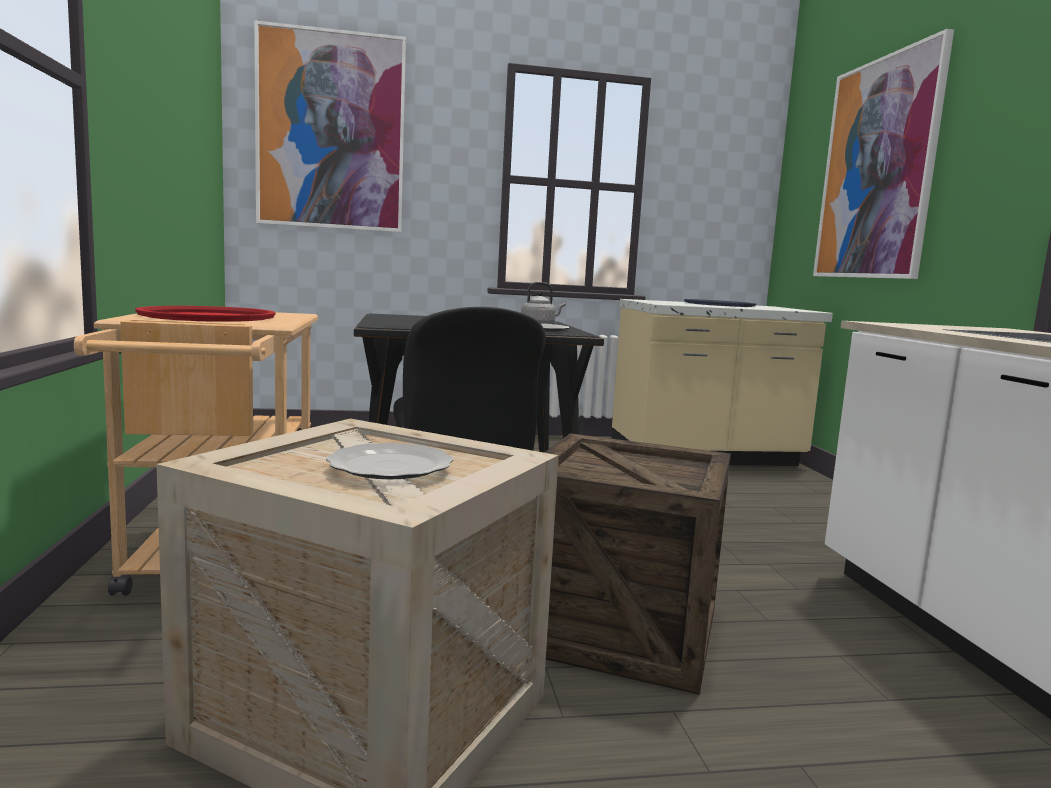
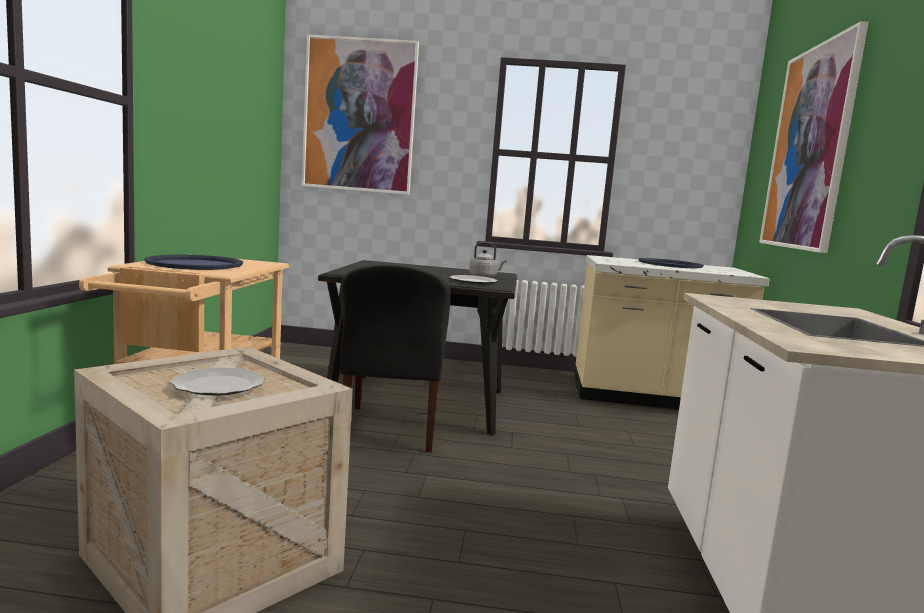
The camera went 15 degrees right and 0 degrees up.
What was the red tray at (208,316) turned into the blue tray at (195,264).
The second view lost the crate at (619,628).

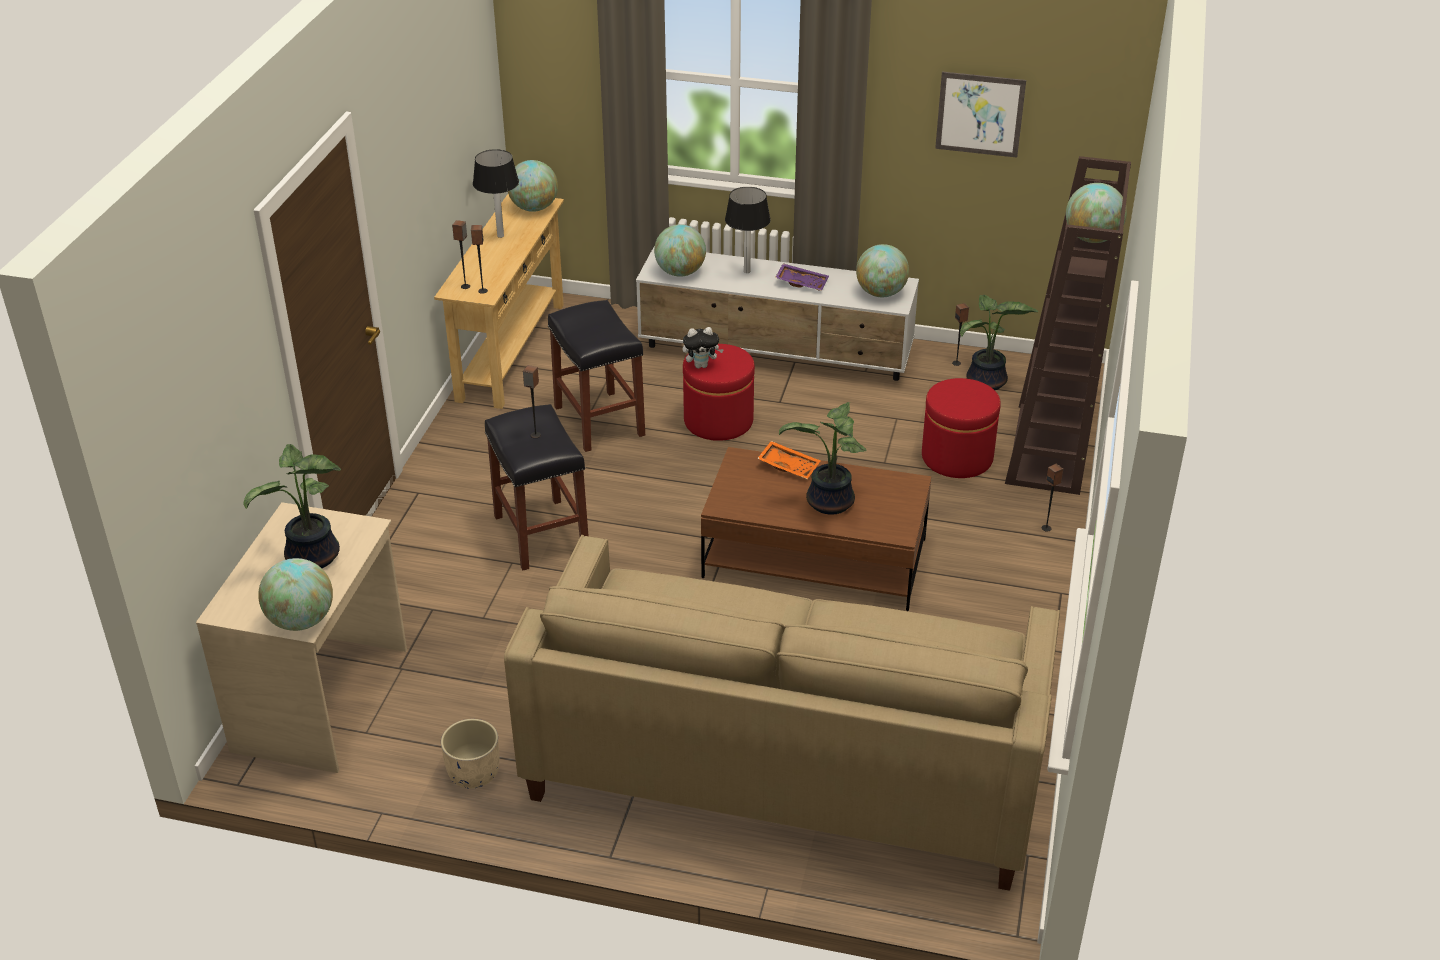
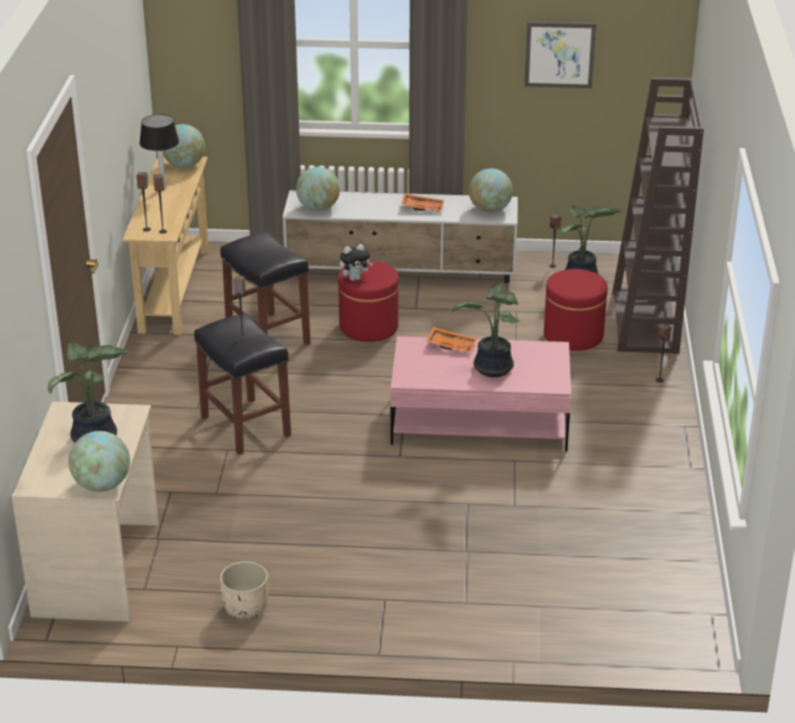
The camera went 10 degrees left and 5 degrees down.
The second view lost the beige sofa at (787,761).
What was the brown coffee table at (814,558) turned into the pink coffee table at (479,421).
The second view lost the table lamp at (747,271).
What was the purple tray at (802,282) turned into the orange tray at (422,207).
The second view lost the globe at (1092,239).

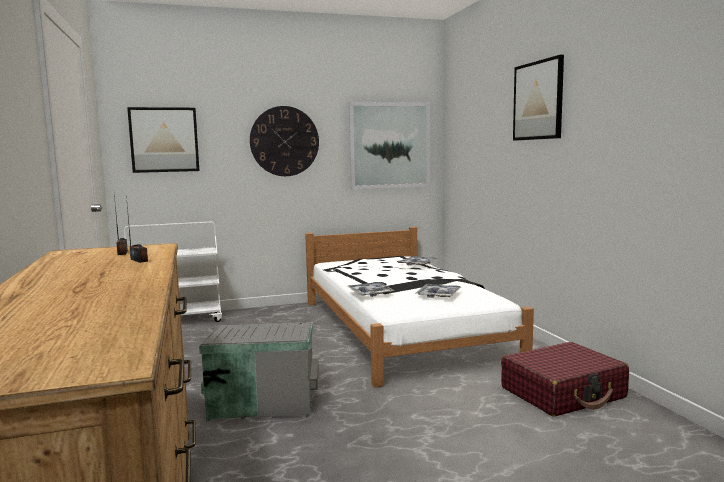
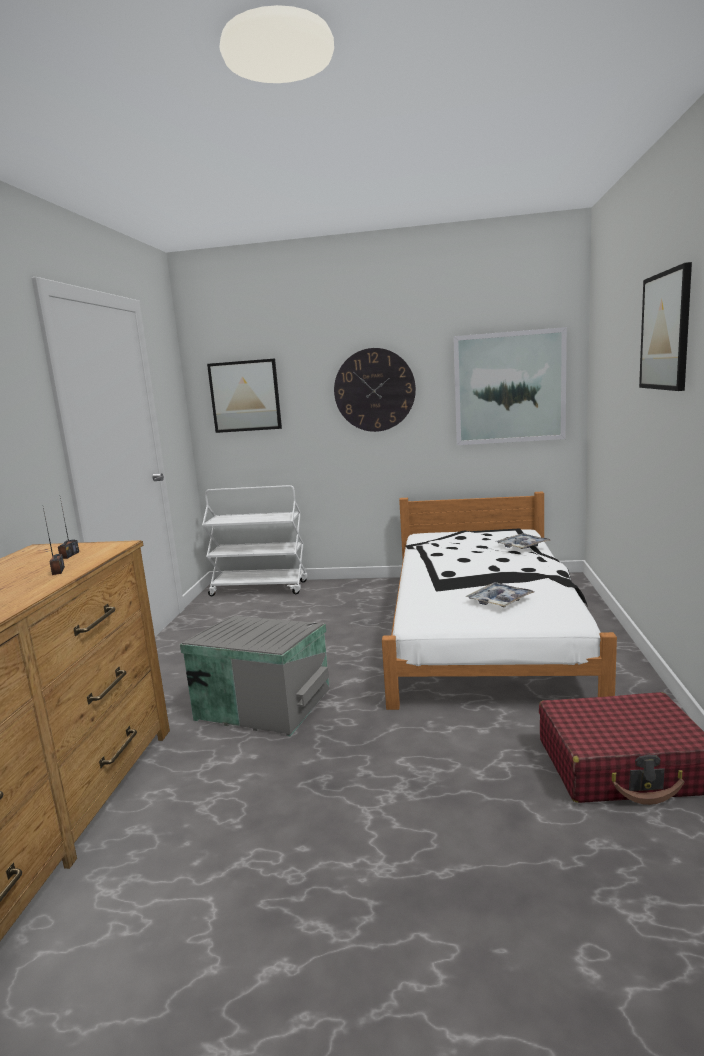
The camera went 25 degrees right and 5 degrees up.
The second view lost the tray at (370,293).

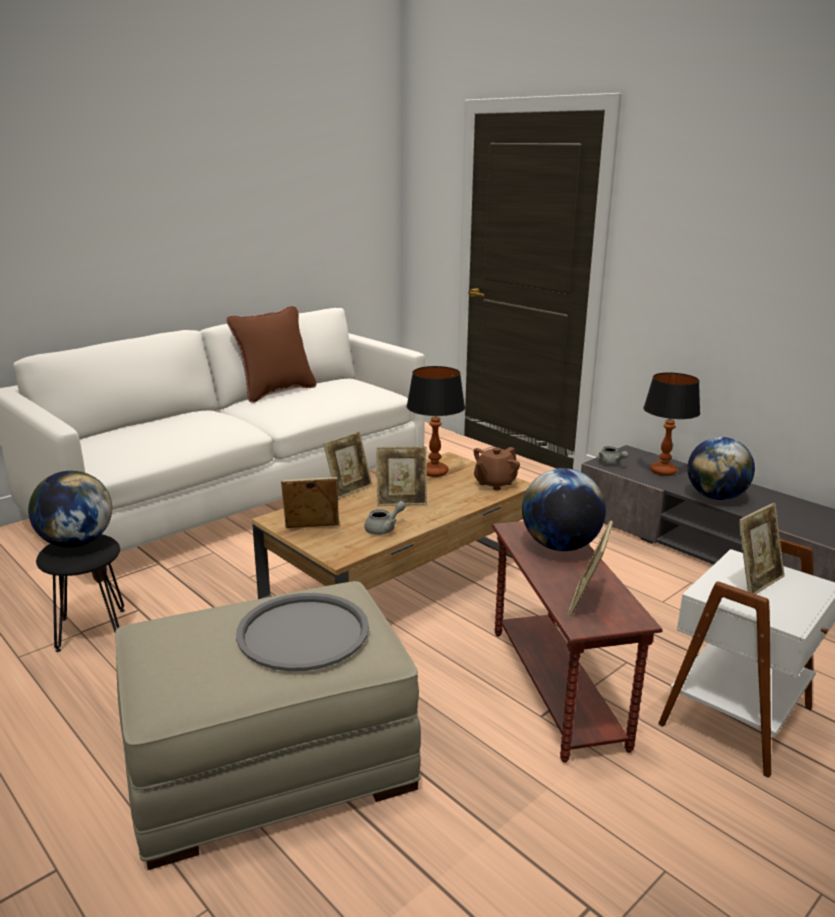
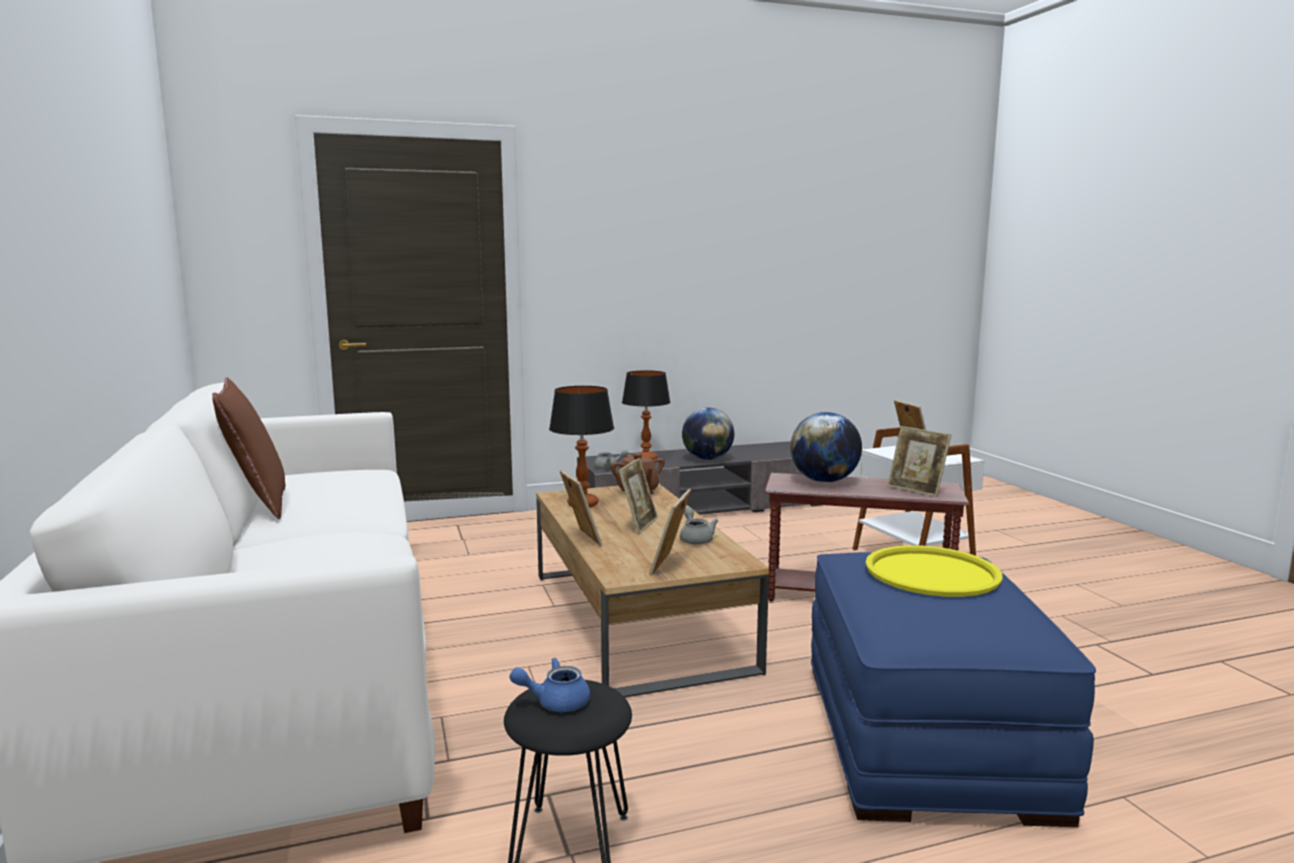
The camera went 65 degrees left and 10 degrees down.
Where the globe stood at (76,543), the blue teapot came to stand at (555,702).
What was the beige ottoman at (271,762) turned into the blue ottoman at (923,736).
What was the grey tray at (303,632) turned into the yellow tray at (931,573).

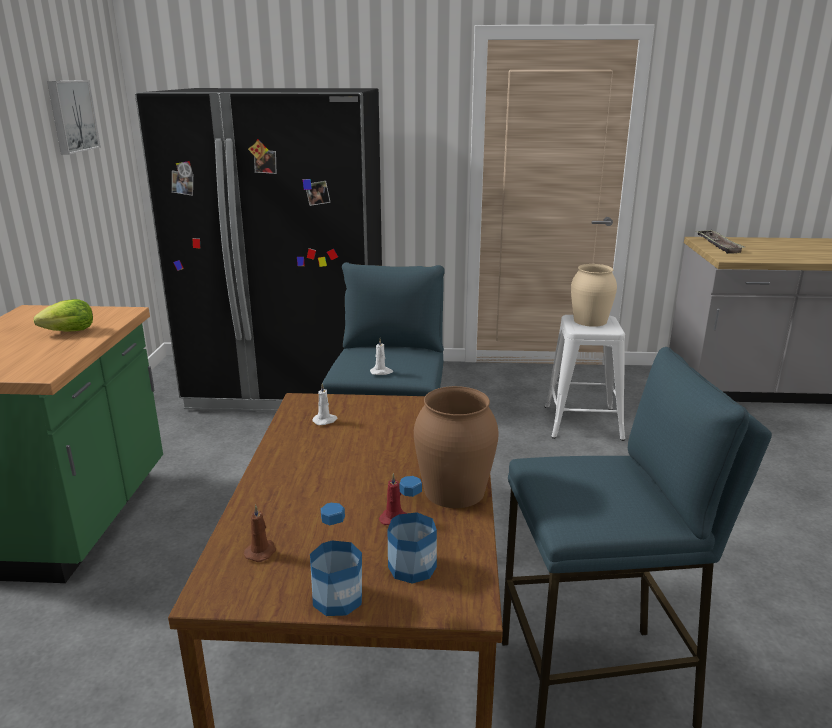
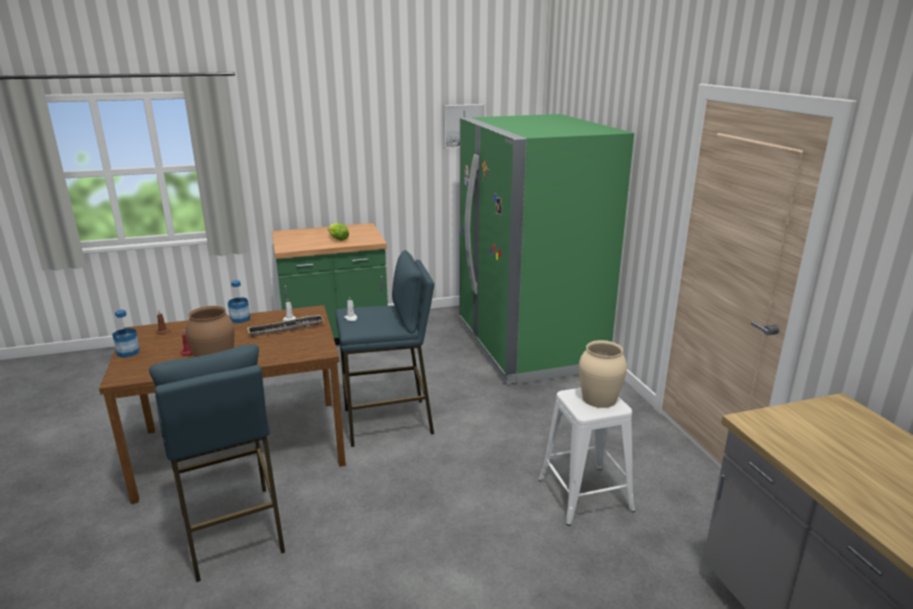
The camera went 70 degrees right and 0 degrees up.
What was the black fridge at (290,385) turned into the green fridge at (528,346).
The bottle ended up elsewhere, having gone from (412,567) to (240,319).
The tray ended up elsewhere, having gone from (718,245) to (286,329).

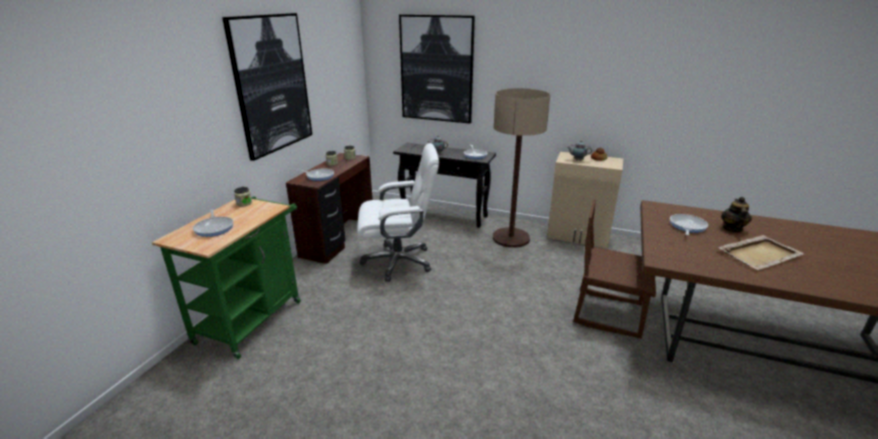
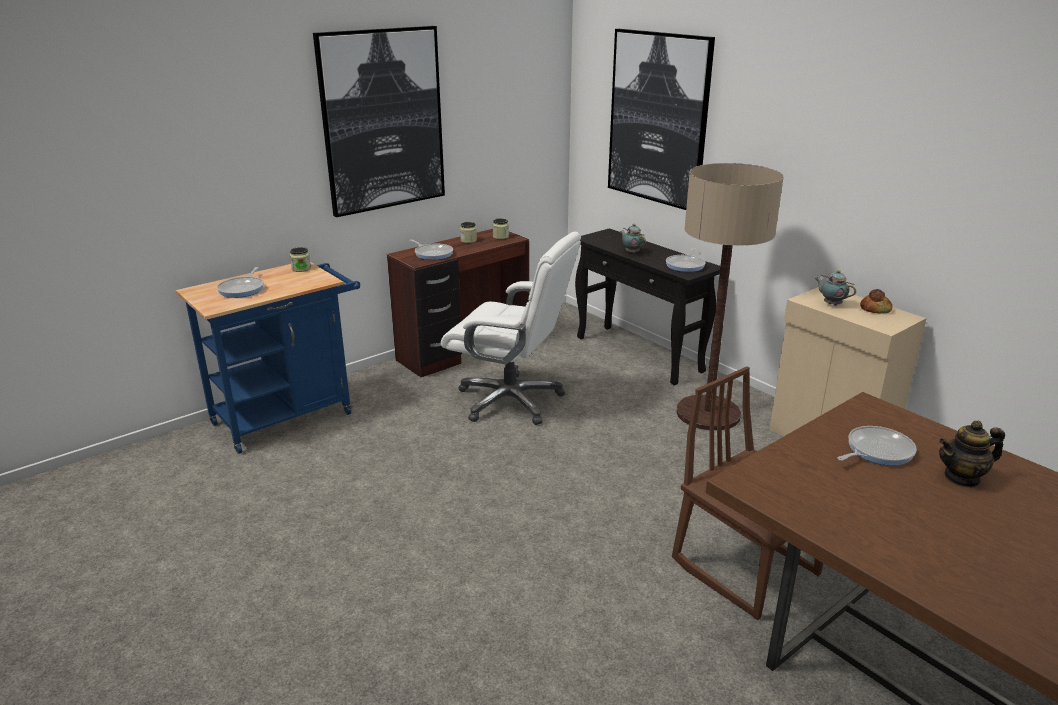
The camera went 30 degrees right and 0 degrees up.
What was the green cart at (254,317) turned into the blue cart at (290,415).
The second view lost the beige tray at (760,254).
The teapot at (732,229) ended up facing another way, 150 degrees counterclockwise from before.

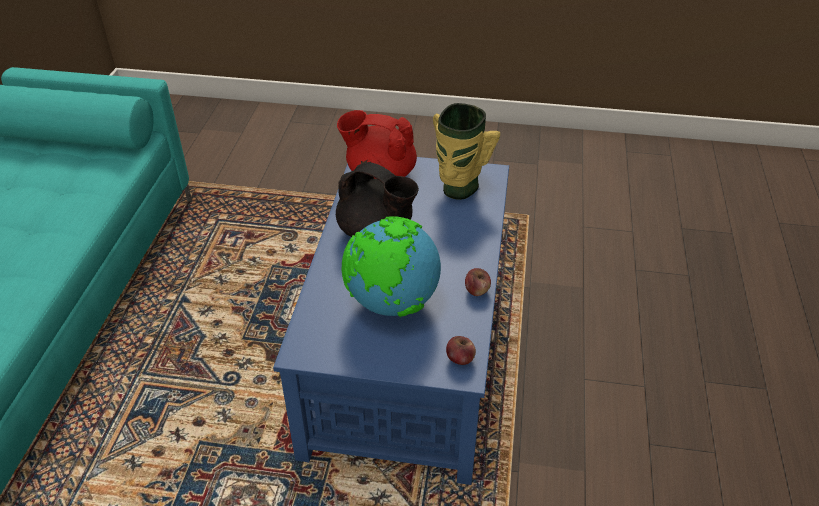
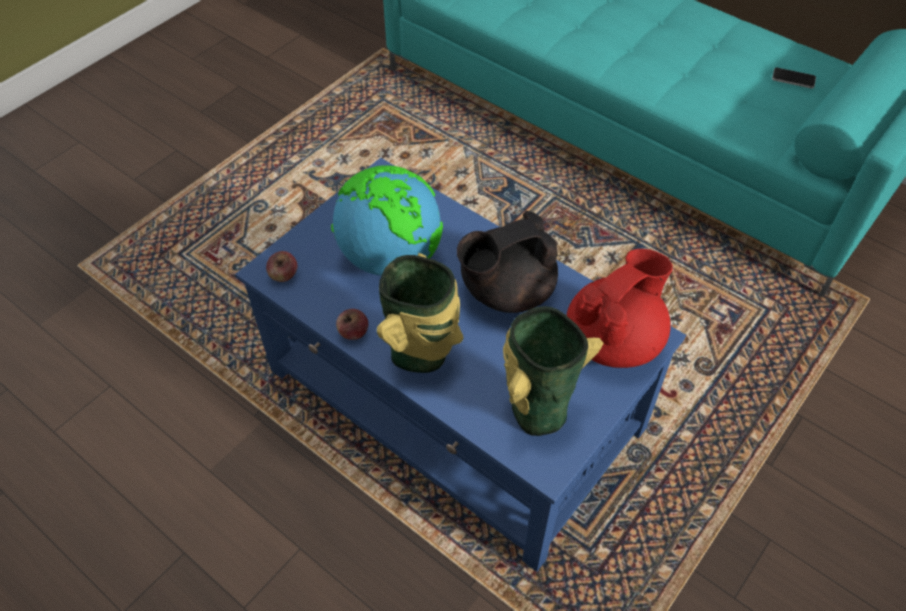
The camera went 120 degrees right and 10 degrees up.
The second view gained the vase at (422,355).
The second view gained the phone at (793,78).

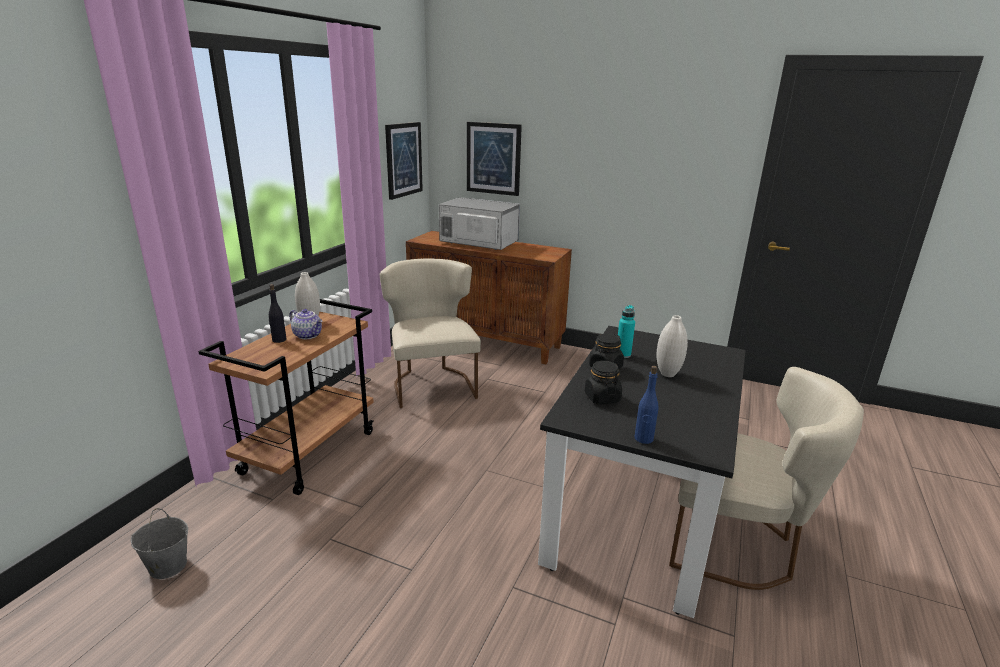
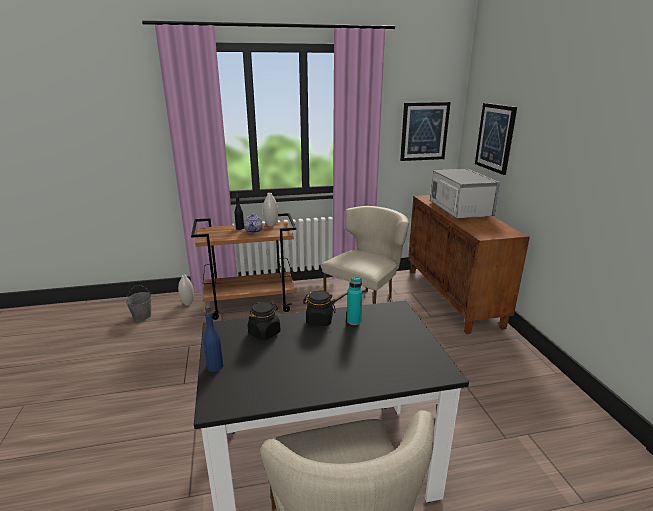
The camera went 55 degrees right and 0 degrees up.
The white vase ended up elsewhere, having gone from (667,374) to (188,303).

